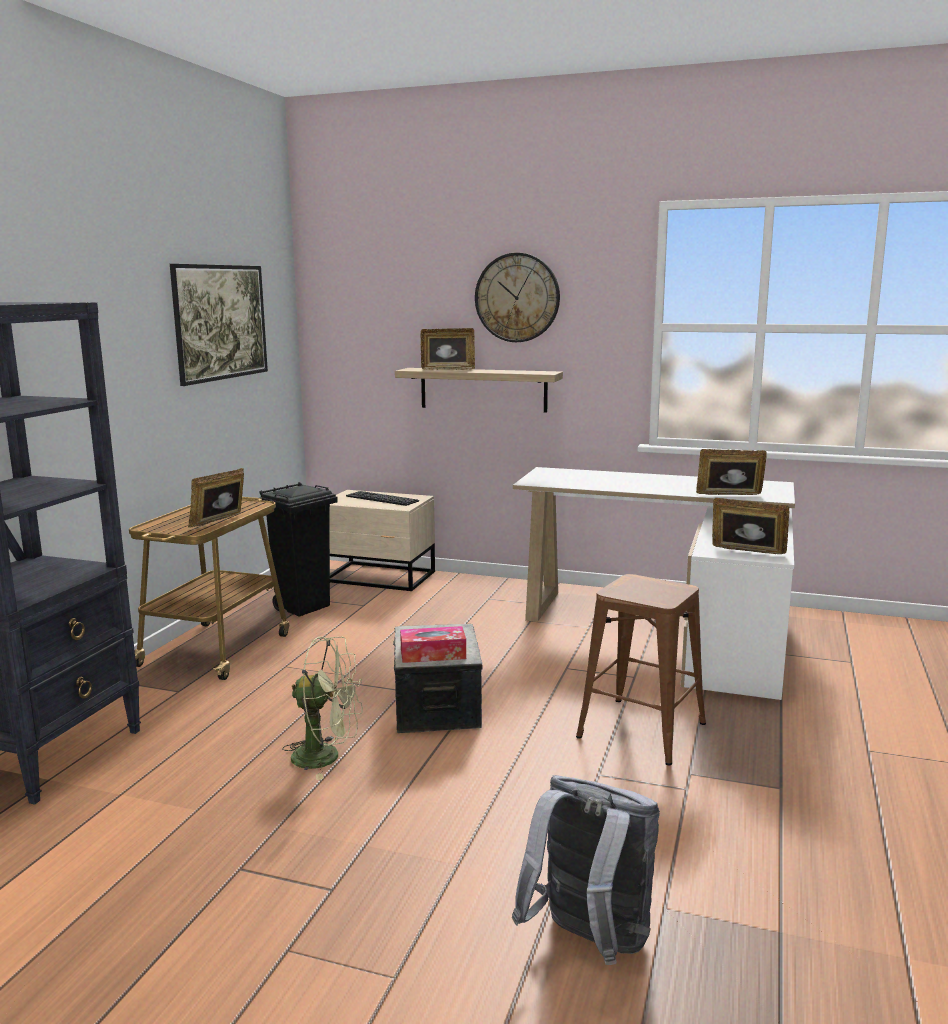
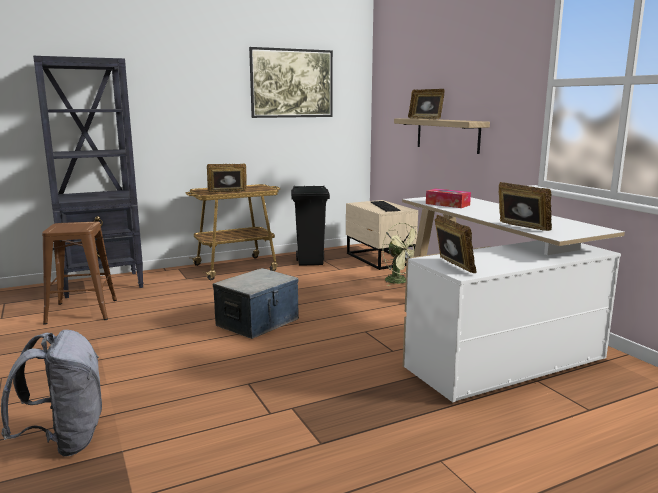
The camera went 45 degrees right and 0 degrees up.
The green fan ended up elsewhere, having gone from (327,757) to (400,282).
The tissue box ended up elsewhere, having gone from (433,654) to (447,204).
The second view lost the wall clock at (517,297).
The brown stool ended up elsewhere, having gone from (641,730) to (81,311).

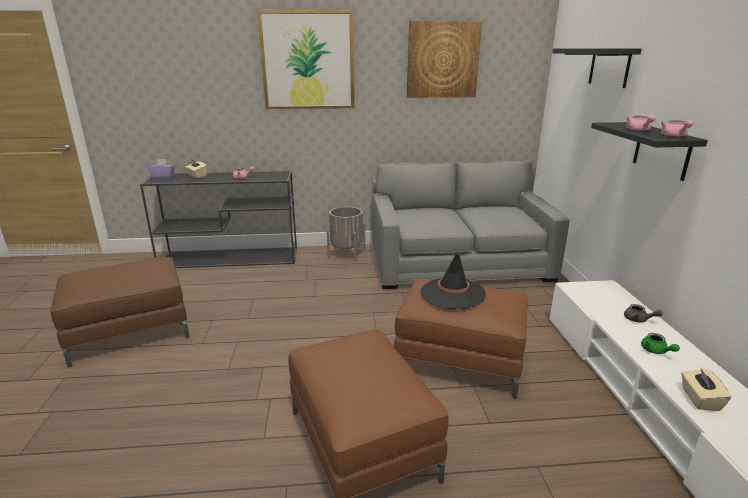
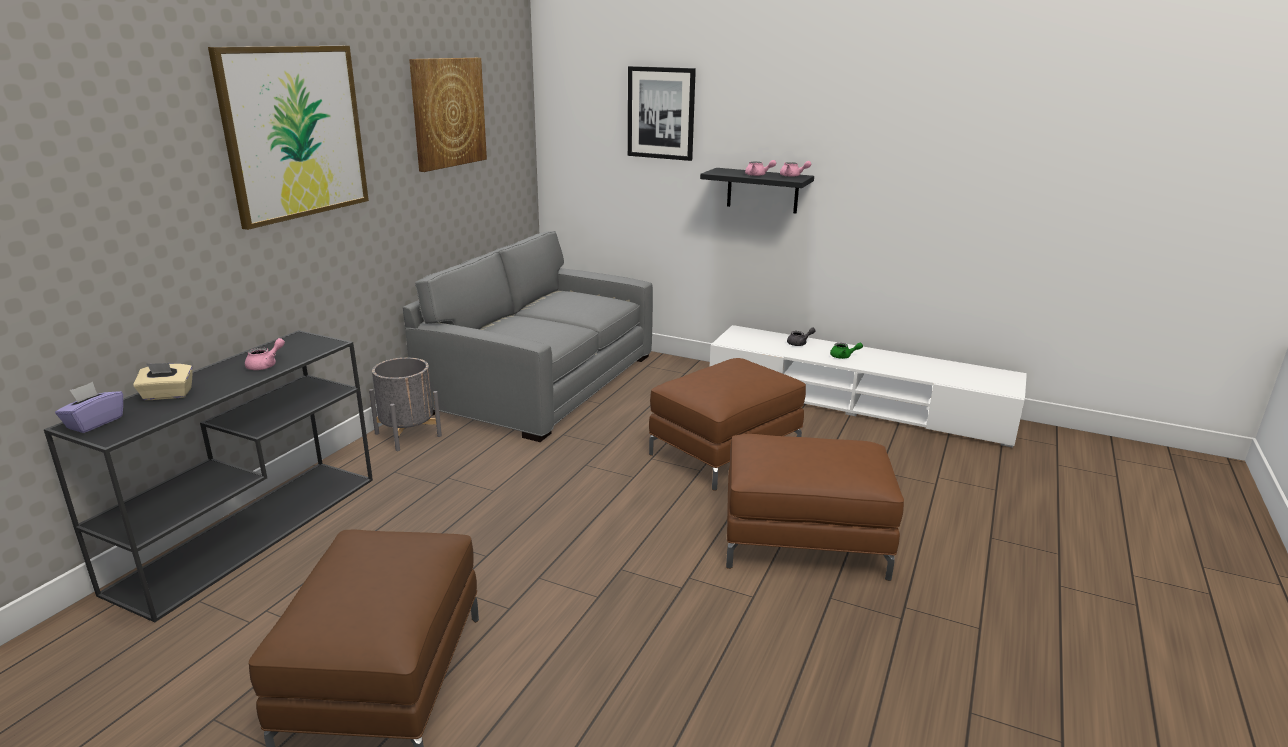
The camera went 60 degrees left and 0 degrees up.
The second view lost the black hat at (452,293).
Where the black shelf hung at (609,67), the picture came to hang at (661,113).
The second view lost the beige tissue box at (699,399).

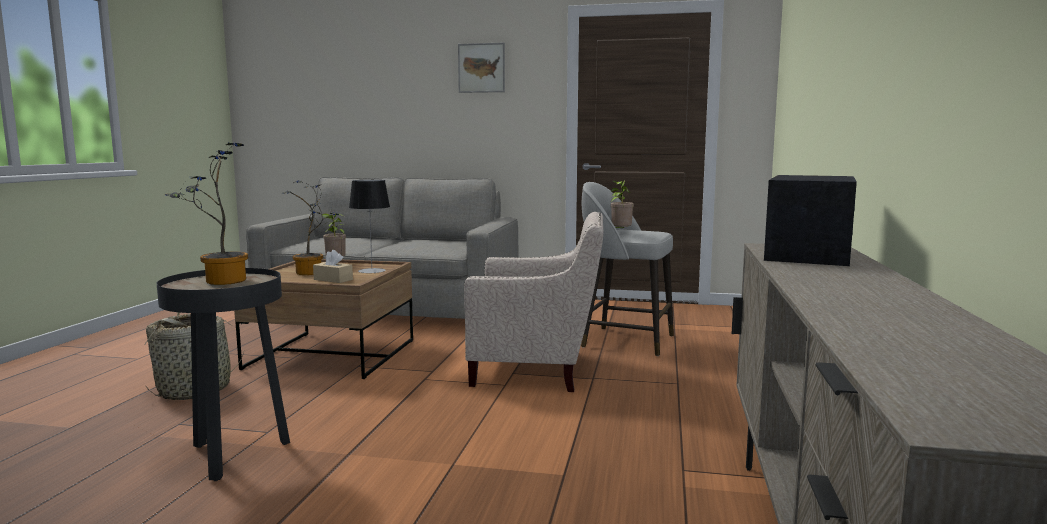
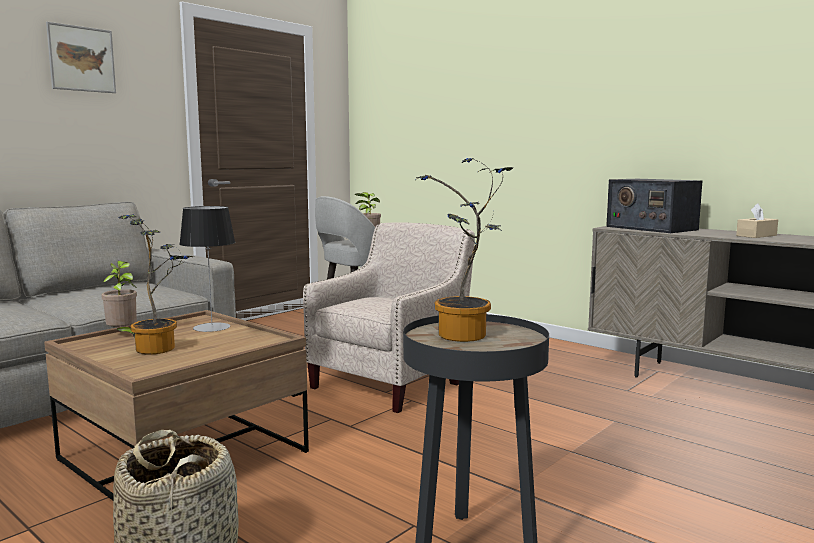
The camera went 60 degrees left and 0 degrees up.
The beige tissue box ended up elsewhere, having gone from (333,279) to (756,235).

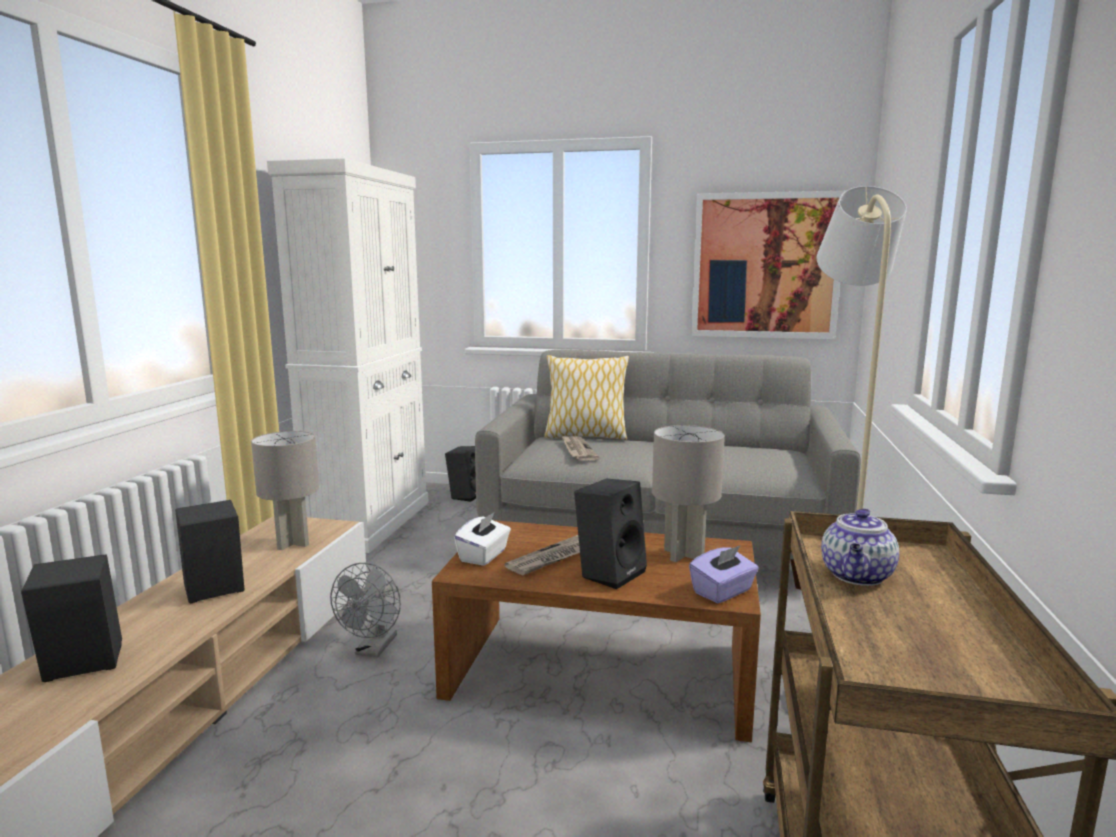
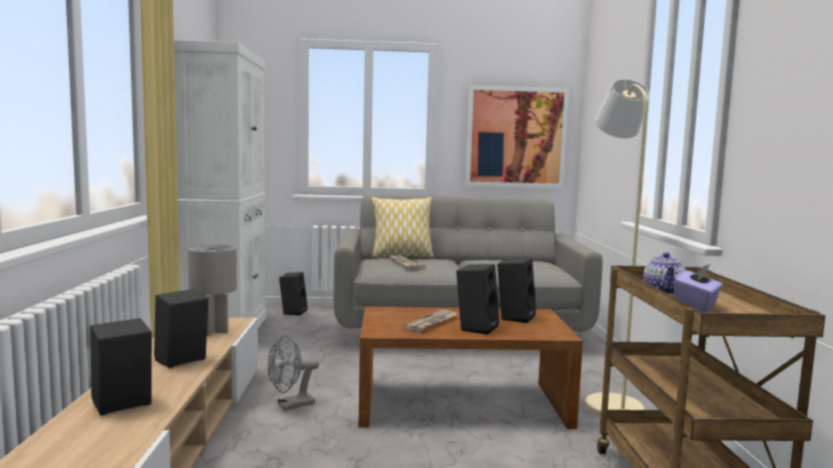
The camera went 15 degrees left and 5 degrees down.
The grey fan at (373,649) ended up facing another way, 60 degrees clockwise from before.
The second view lost the white tissue box at (484,556).
Where the grey table lamp stood at (683,554), the black speaker came to stand at (514,317).
The purple tissue box ended up elsewhere, having gone from (723,592) to (696,307).

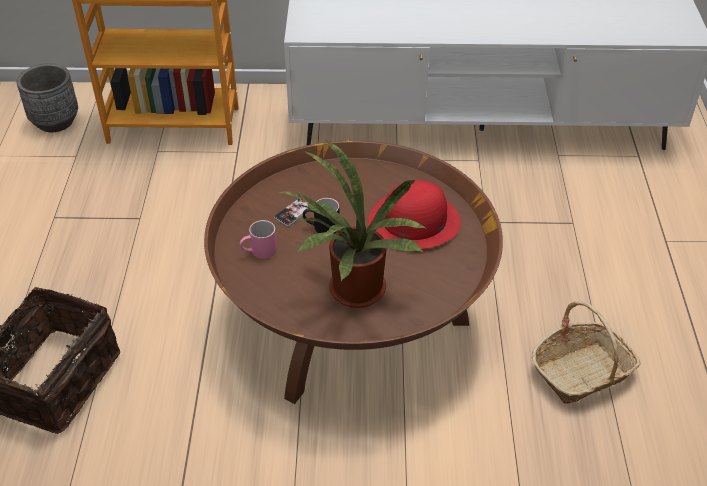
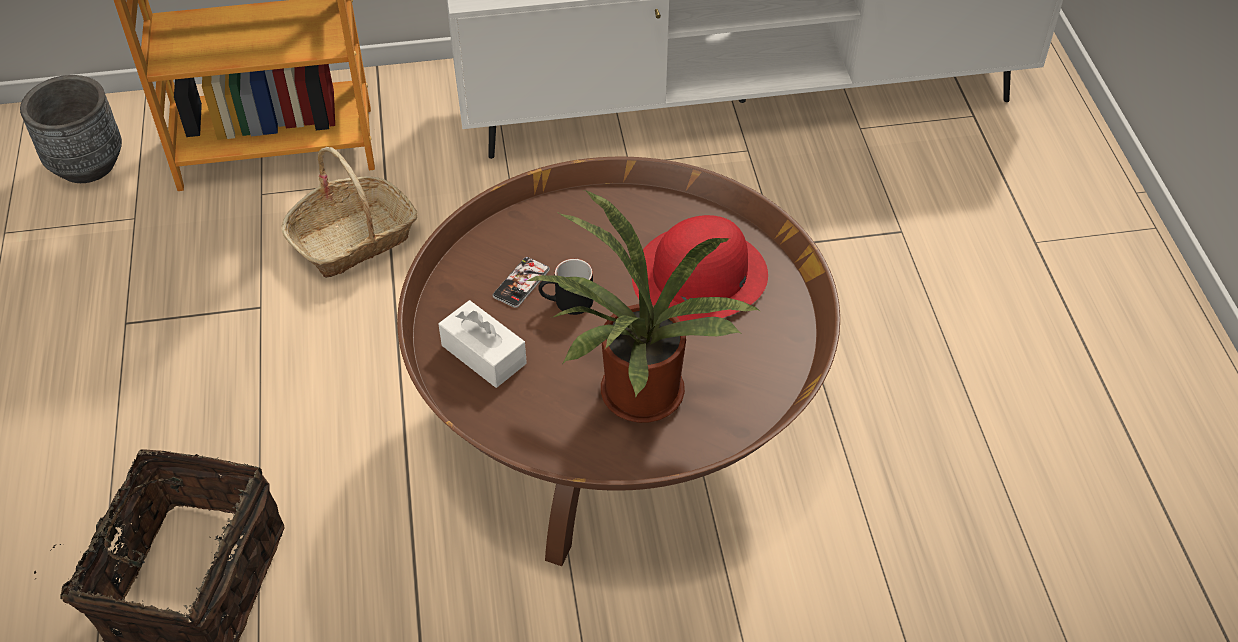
The camera went 10 degrees left and 5 degrees up.
Where the pink mug stood at (259,252), the white tissue box came to stand at (484,354).
The basket ended up elsewhere, having gone from (581,372) to (353,239).

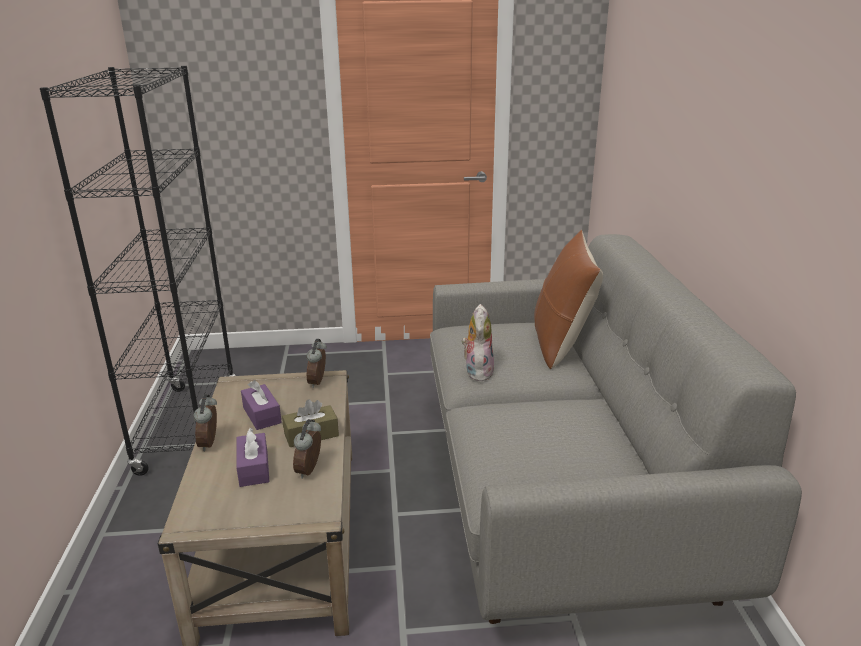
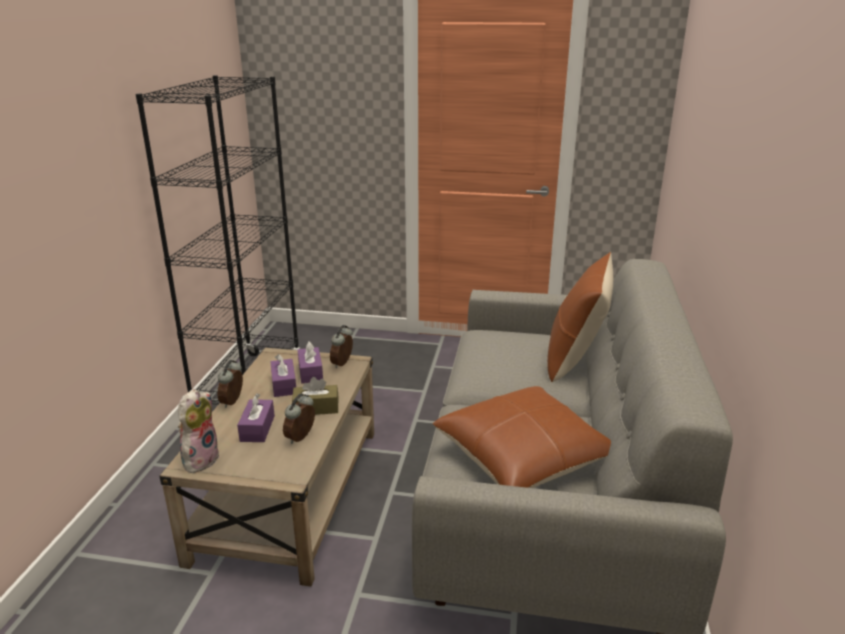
The camera went 15 degrees right and 0 degrees up.
The plush toy ended up elsewhere, having gone from (477,371) to (200,459).
The second view gained the purple tissue box at (310,372).
The second view gained the brown pillow at (524,456).

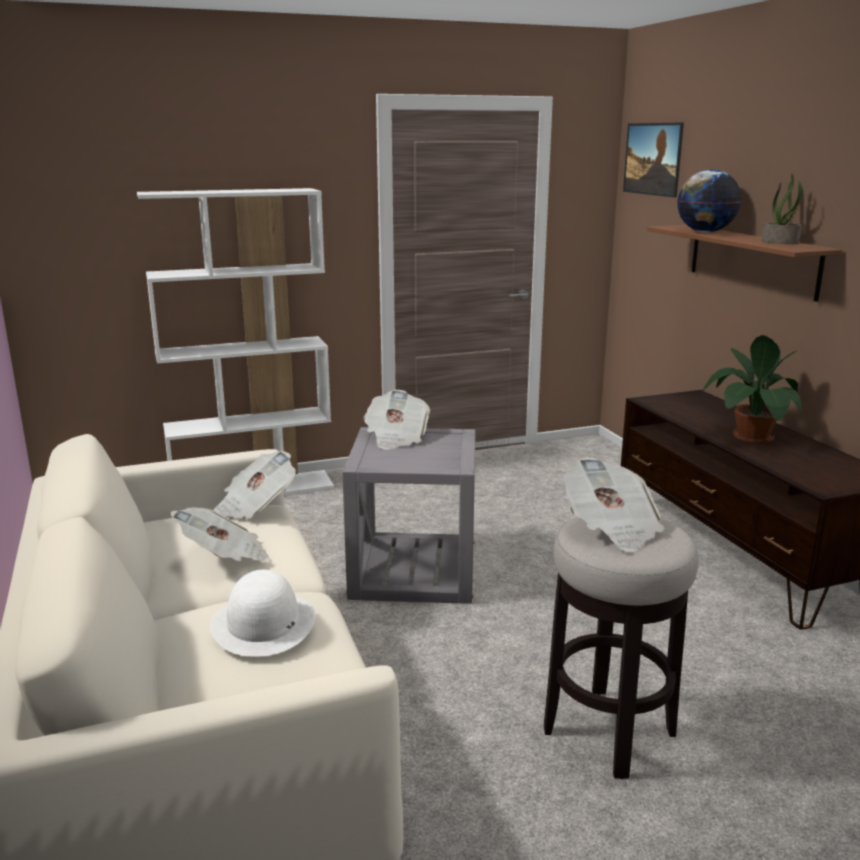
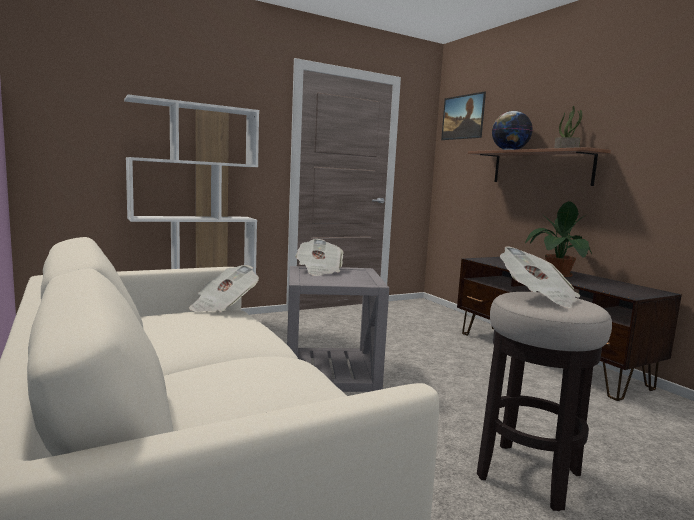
The camera went 10 degrees left and 10 degrees down.
The second view lost the newspaper at (225,557).
The second view lost the white hat at (263,624).

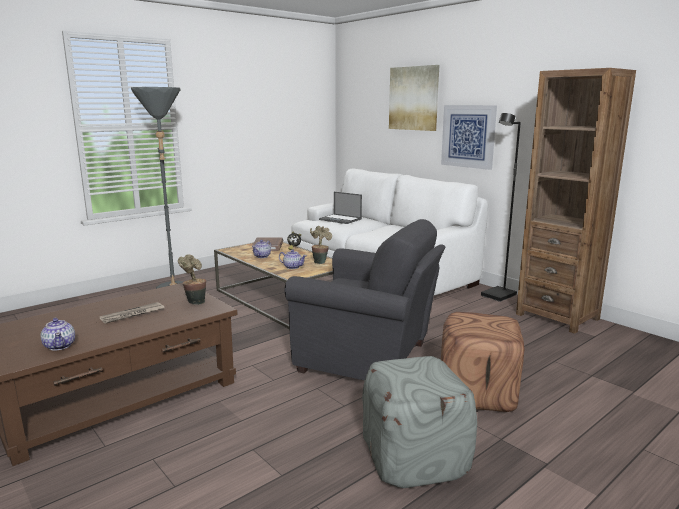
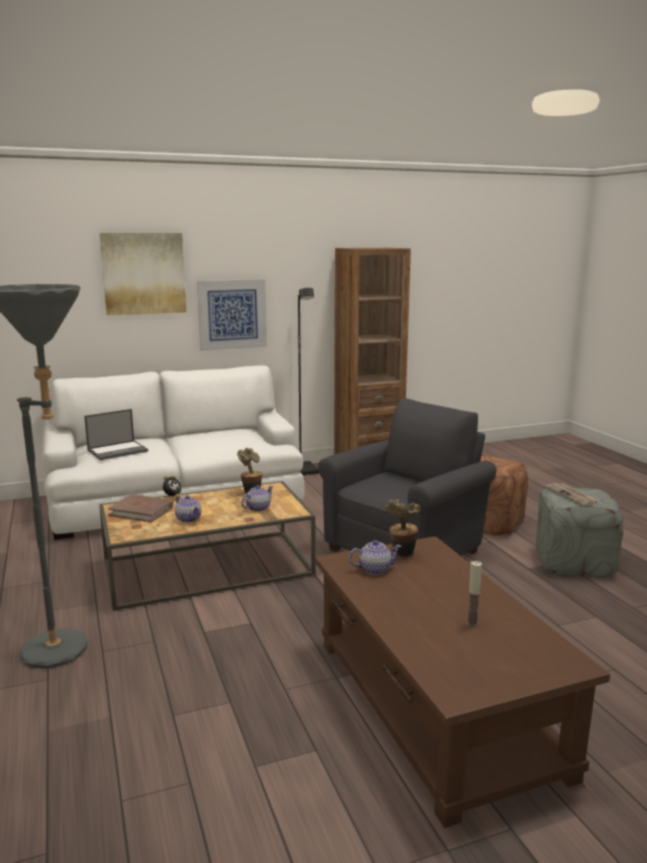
The camera went 70 degrees left and 0 degrees up.
The teapot ended up elsewhere, having gone from (60,345) to (374,569).
The newspaper ended up elsewhere, having gone from (132,315) to (572,496).
The second view gained the candle at (472,624).

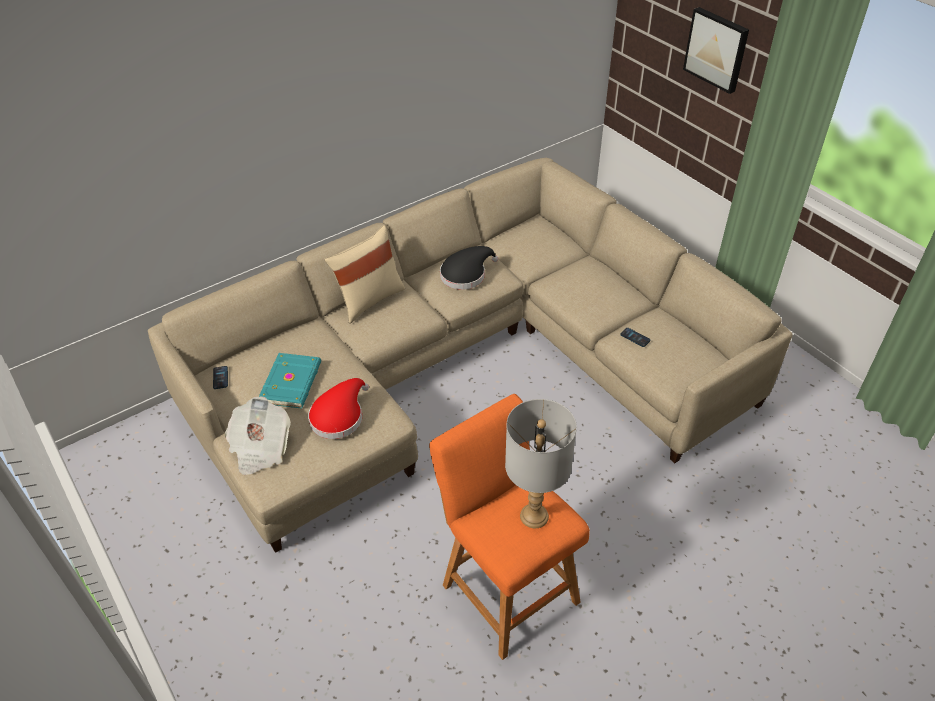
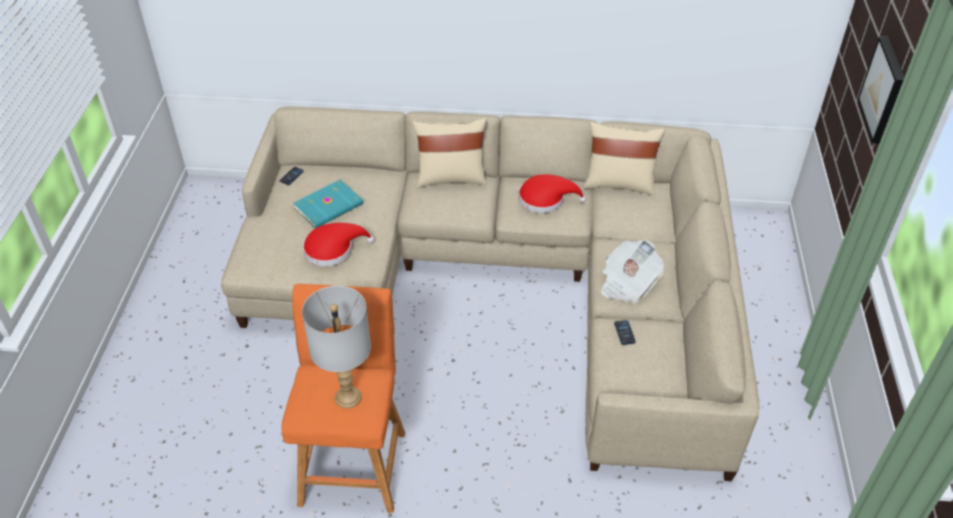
The camera went 40 degrees right and 0 degrees up.
The newspaper ended up elsewhere, having gone from (260,448) to (627,283).
What was the black hat at (466,274) turned into the red hat at (545,199).
The second view gained the beige pillow at (619,183).

